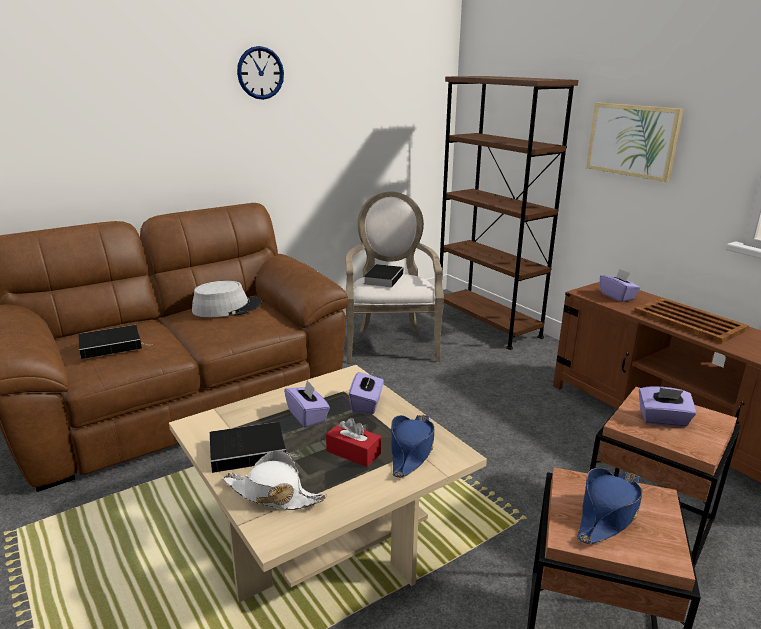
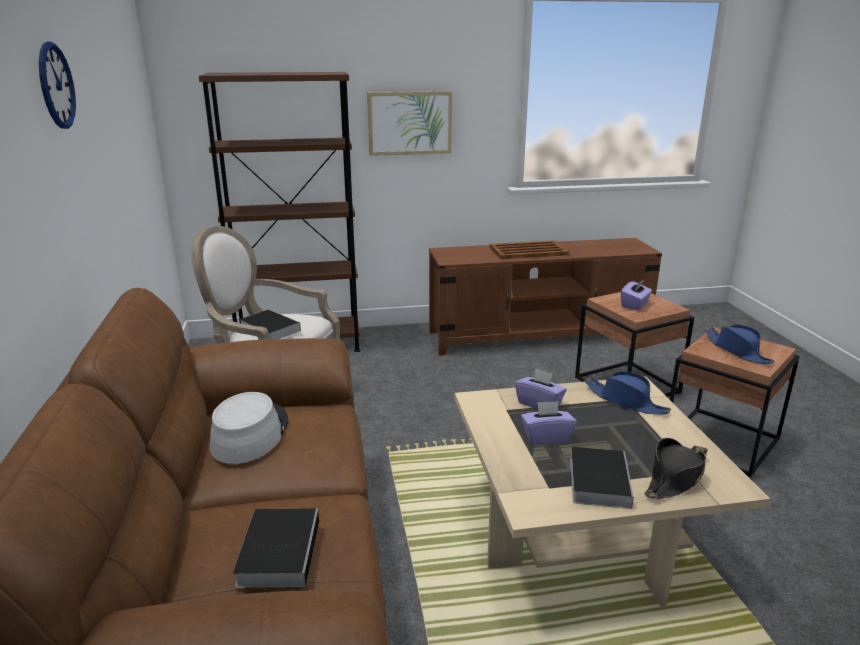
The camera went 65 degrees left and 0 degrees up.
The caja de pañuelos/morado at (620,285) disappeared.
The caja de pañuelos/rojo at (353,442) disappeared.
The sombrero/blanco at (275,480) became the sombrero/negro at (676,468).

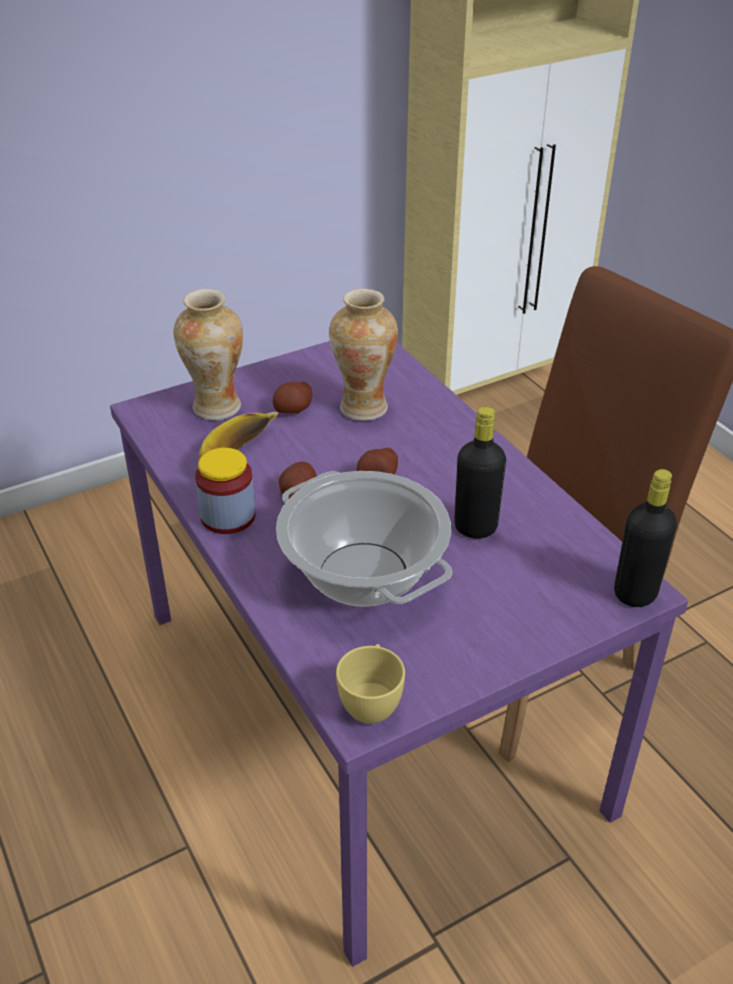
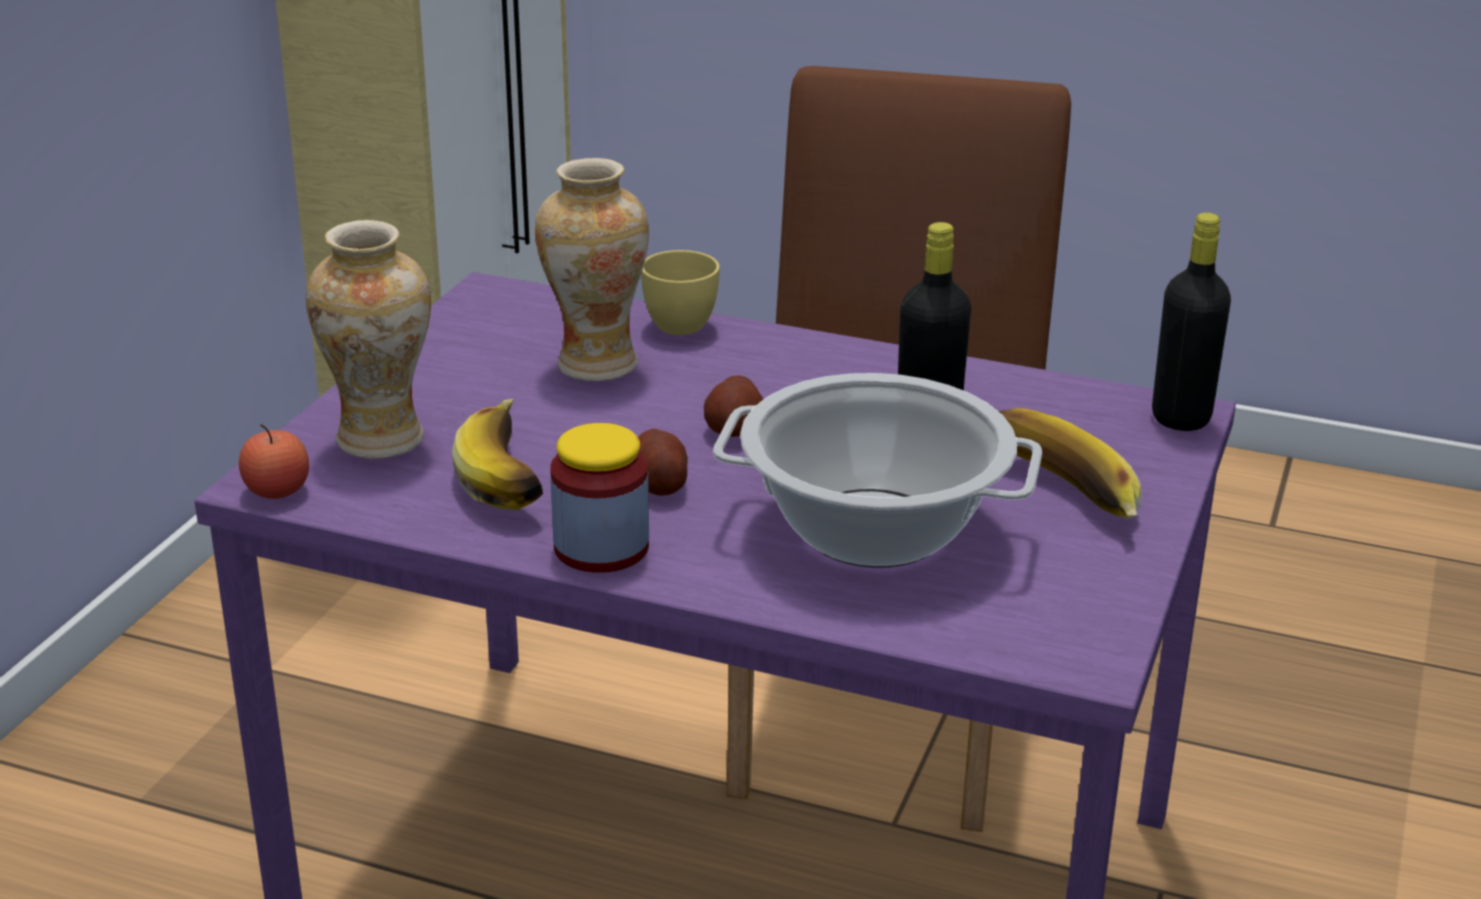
The camera went 40 degrees left and 10 degrees down.
The patata at (292,398) disappeared.
The taza/amarillo moved from (370,684) to (680,292).
The plátano at (1070,464) appeared.
The manzana at (274,461) appeared.

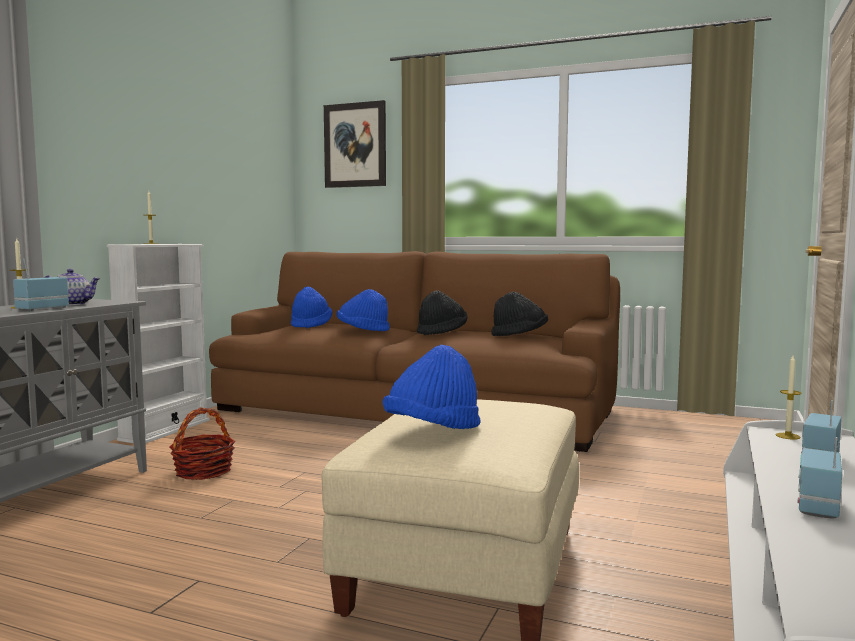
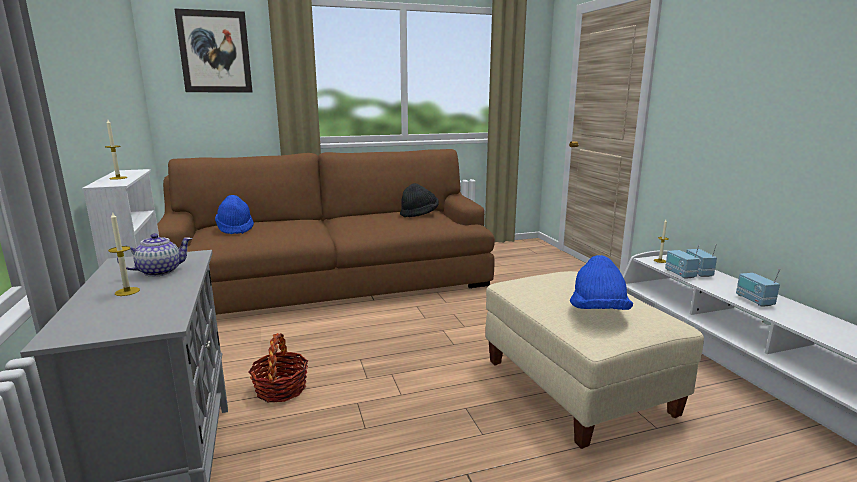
The camera went 40 degrees left and 10 degrees up.
The radio moved from (41,285) to (682,262).
The sombrero/azul at (363,310) disappeared.
The sombrero/negro at (442,313) disappeared.

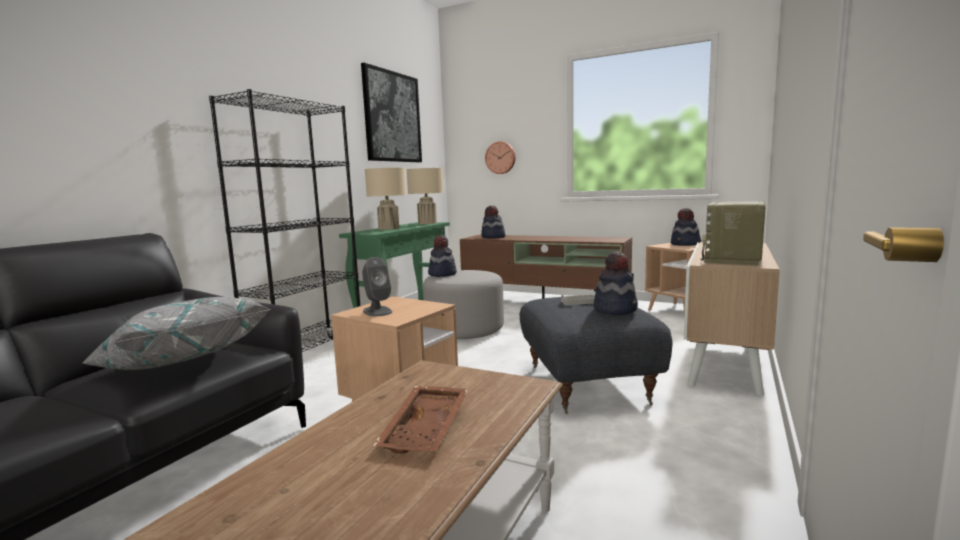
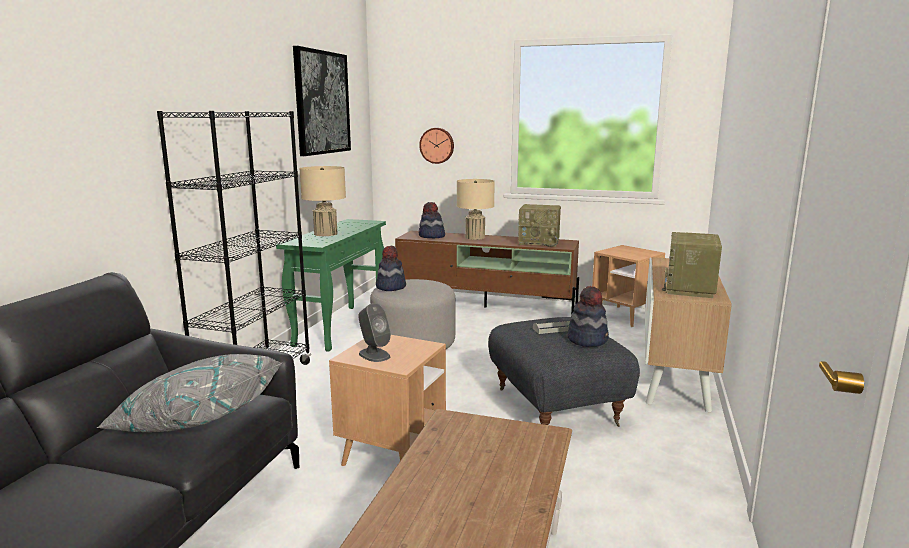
The camera went 10 degrees left and 5 degrees up.
The lámpara de mesa/beis moved from (425,196) to (476,209).
The sombrero at (686,227) disappeared.
The bandeja/marrón at (420,420) disappeared.
The radio at (539,225) appeared.

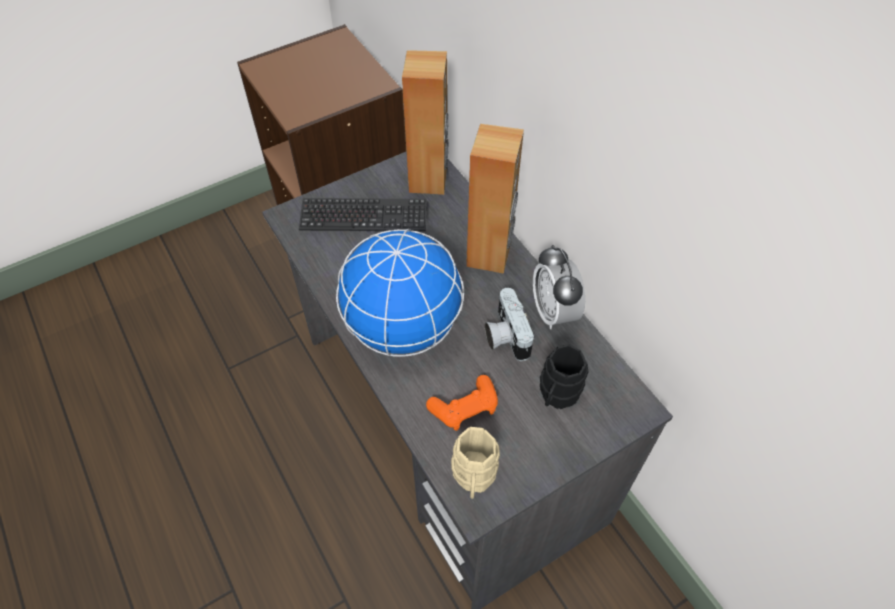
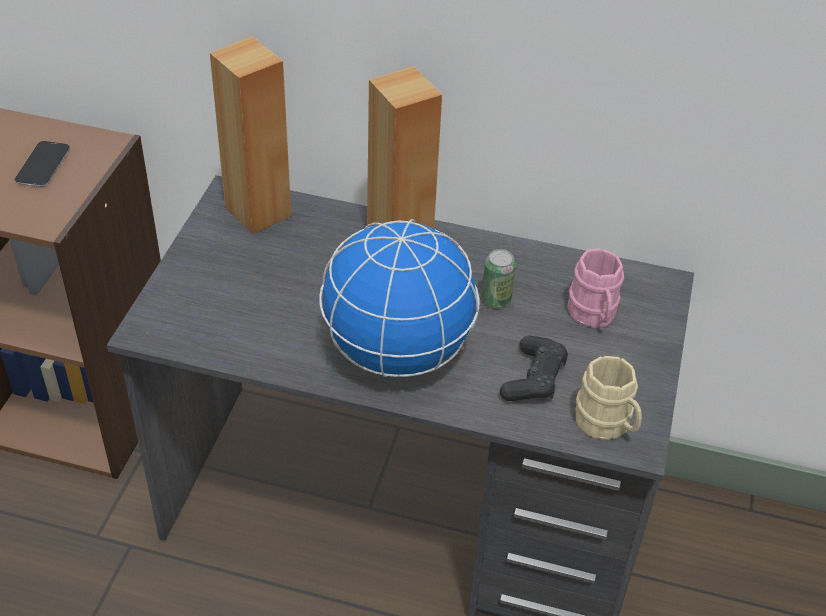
The camera went 45 degrees left and 10 degrees down.
The teclado at (363,214) disappeared.
The despertador at (559,287) disappeared.
The cámara at (509,324) was replaced by the lata at (499,278).
The taza grande/negro at (564,376) became the taza grande/rosa at (595,288).
The mando de consola/naranja at (462,403) became the mando de consola/negro at (534,368).
The móvil at (42,164) appeared.

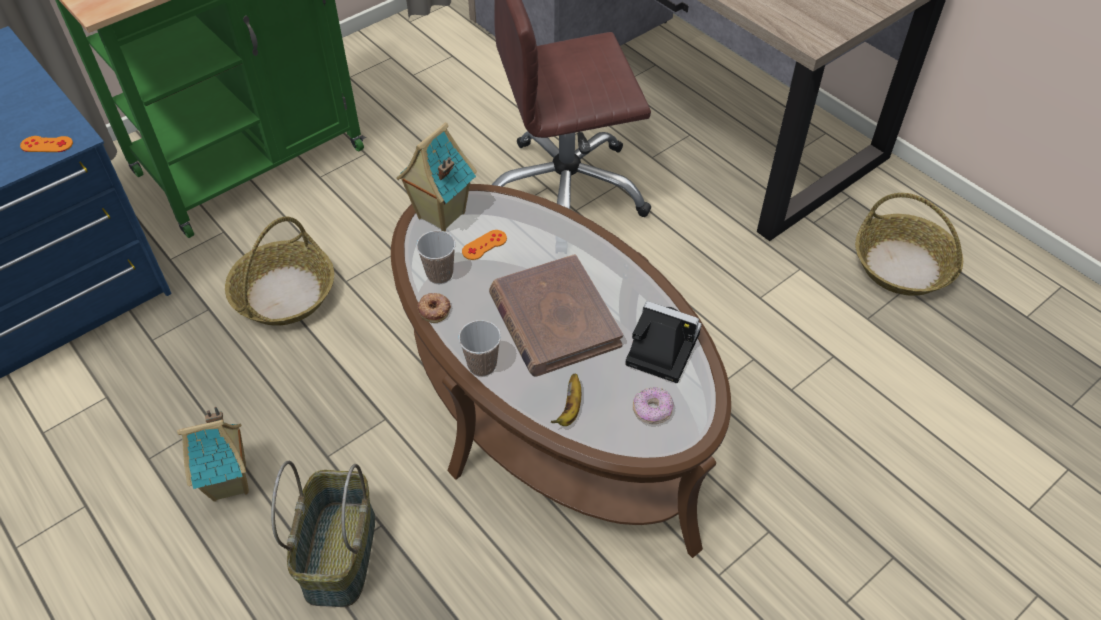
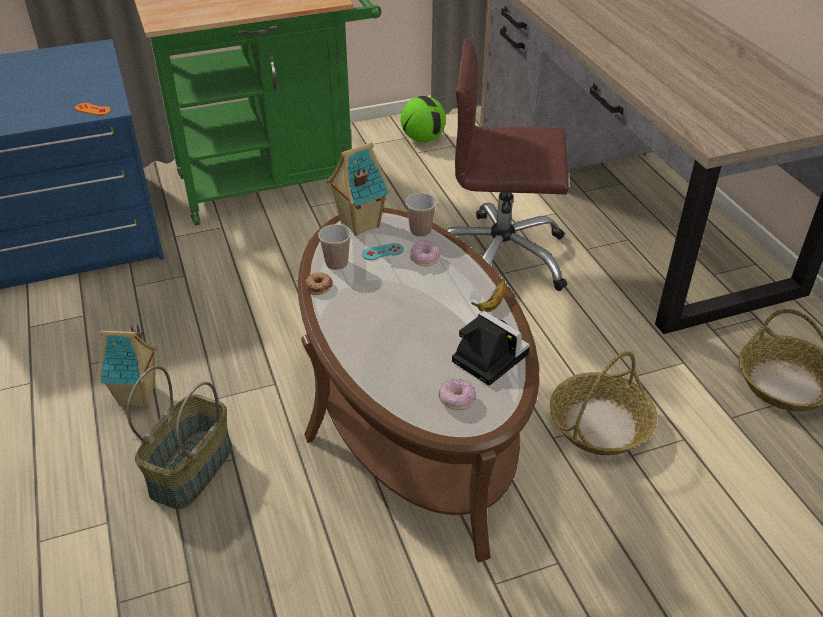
The camera went 20 degrees right and 10 degrees down.
The cesta moved from (279,271) to (604,403).
The mando de consola/naranja at (484,245) became the mando de consola/turquesa at (383,251).
The libro/marrón at (556,315) disappeared.
The taza moved from (479,348) to (421,215).
The plátano moved from (566,400) to (488,296).
The balón de fútbol at (423,119) appeared.
The rosquilla at (425,254) appeared.

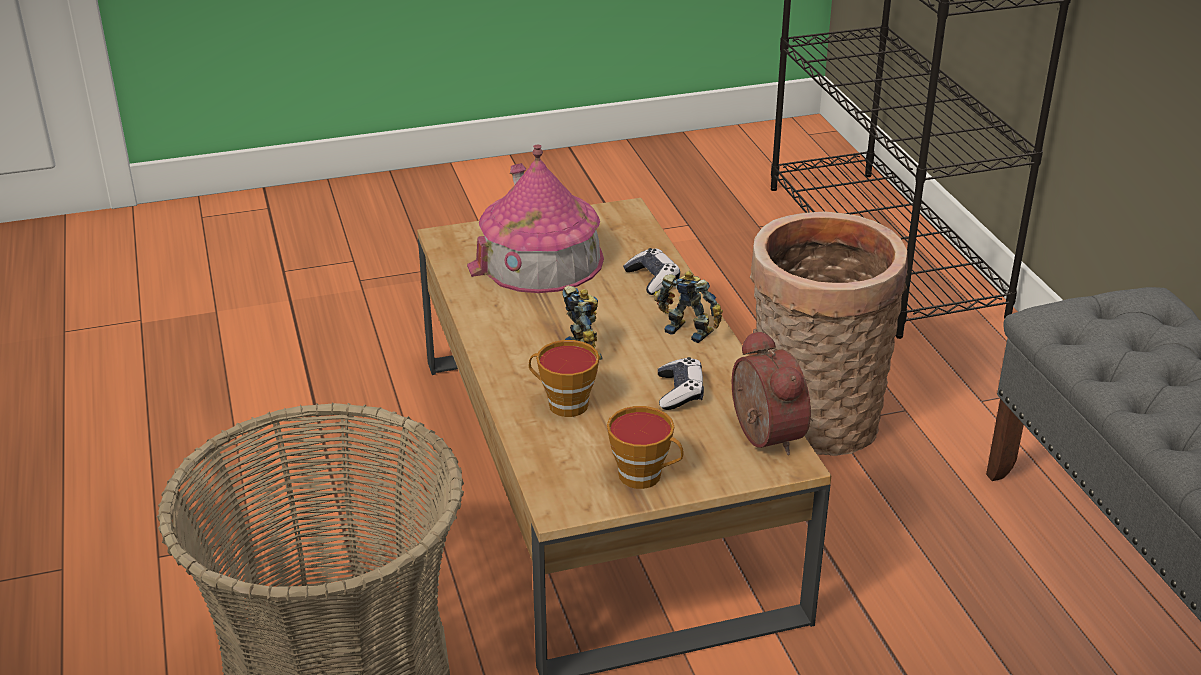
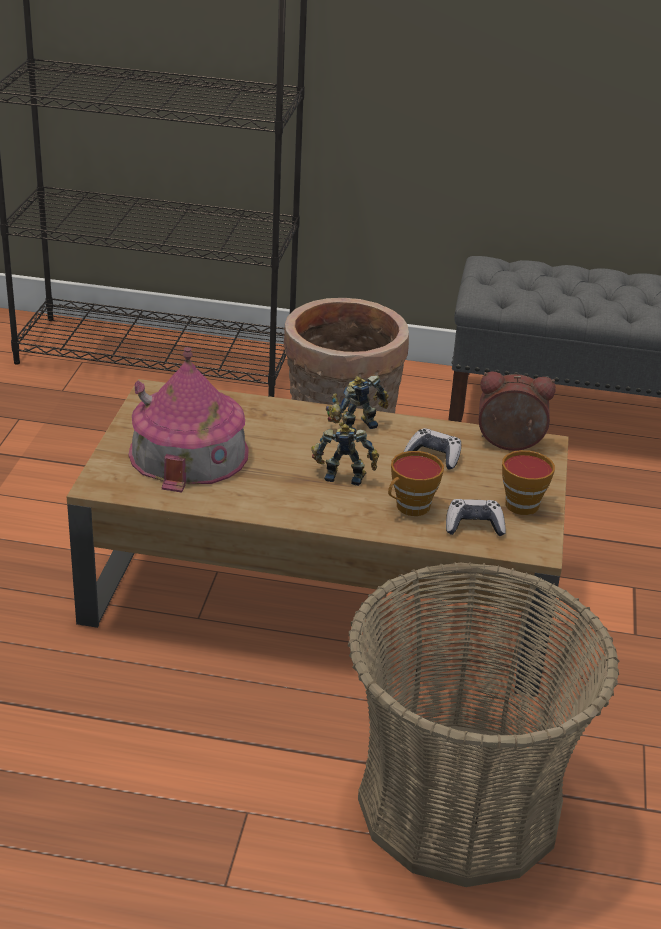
The camera went 65 degrees left and 0 degrees up.
The mando de consola moved from (651,271) to (476,517).

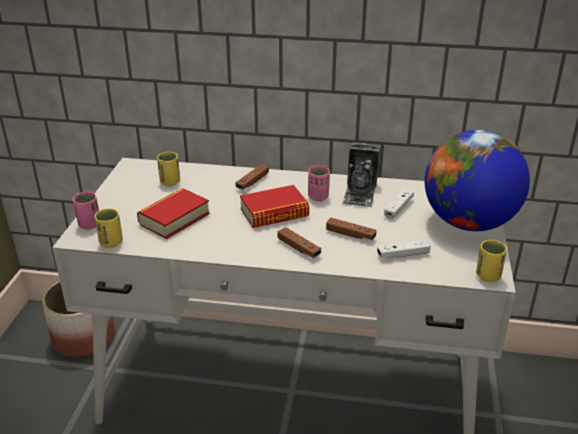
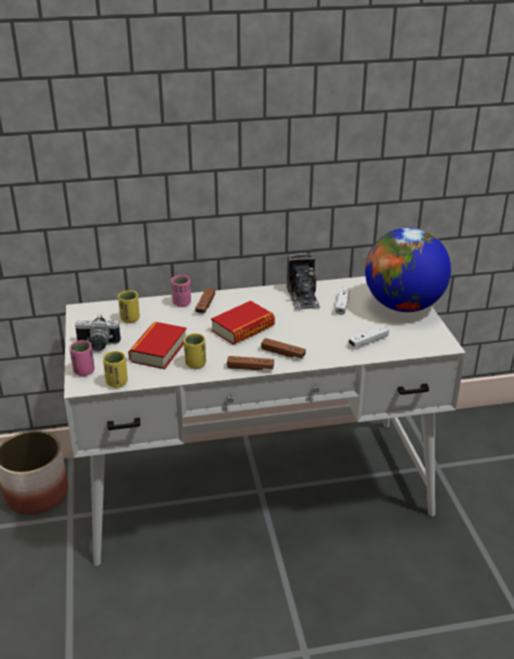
The camera went 20 degrees left and 0 degrees up.
The taza/rosa moved from (319,183) to (181,291).
The mando de consola/marrón moved from (351,229) to (250,363).
The taza/amarillo moved from (491,261) to (195,351).
The cámara at (98,333) appeared.

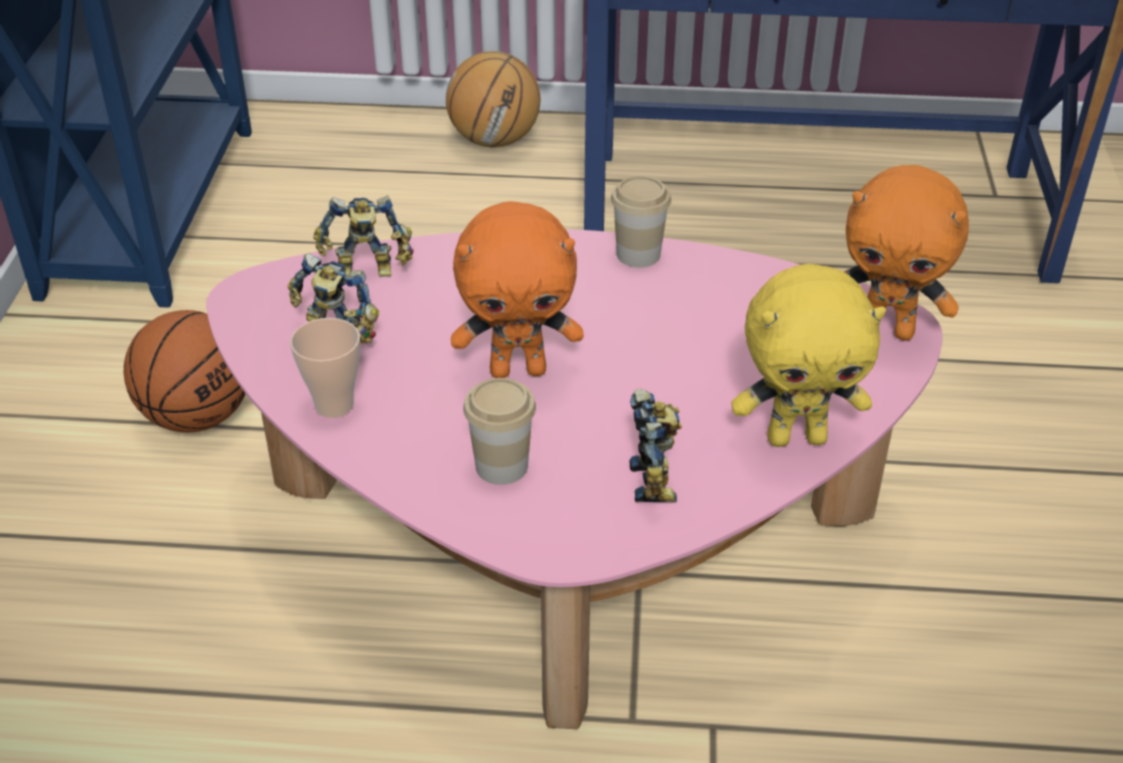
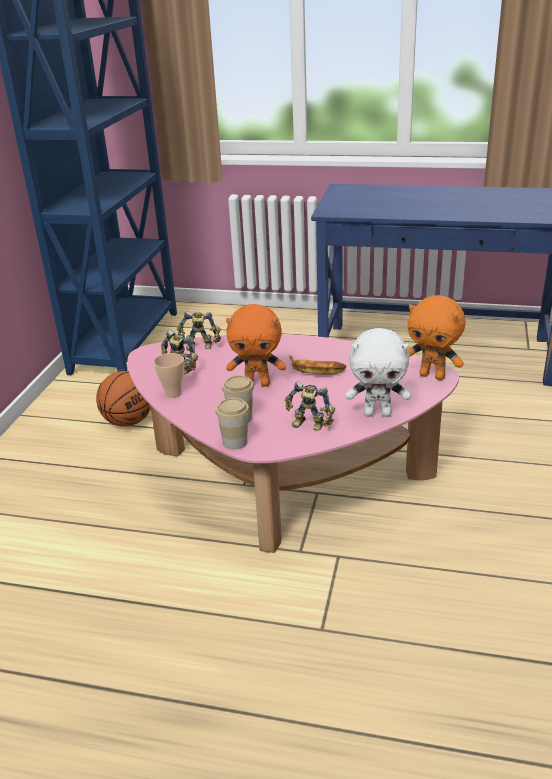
The camera went 10 degrees right and 10 degrees down.
The balón de baloncesto at (493,99) disappeared.
The taza moved from (641,222) to (232,424).
The peluche/amarillo at (808,355) became the peluche/blanco at (378,372).
The robot de juguete at (655,445) turned 105 degrees clockwise.
The plátano at (317,365) appeared.

